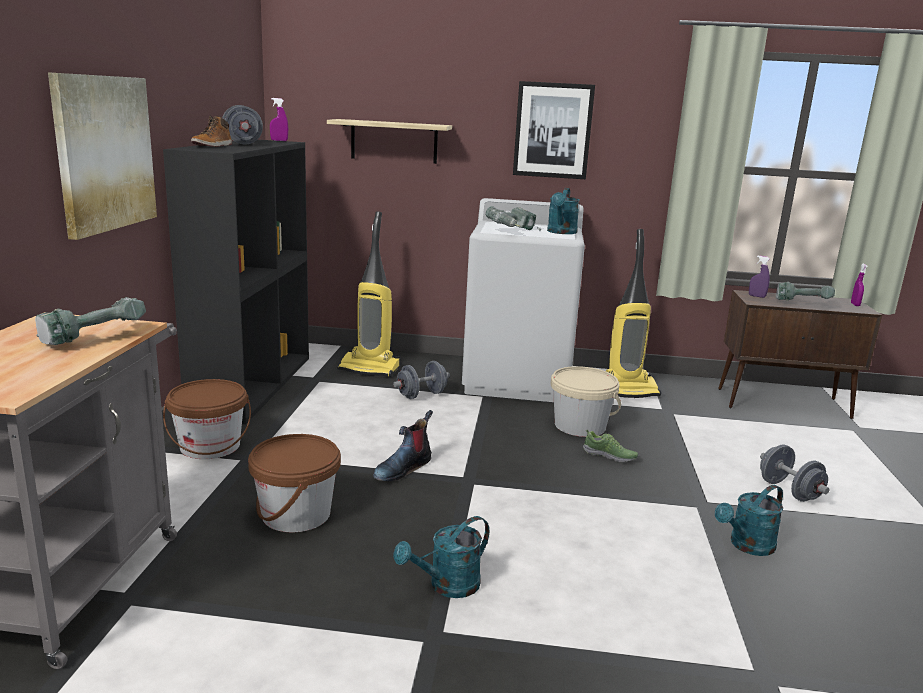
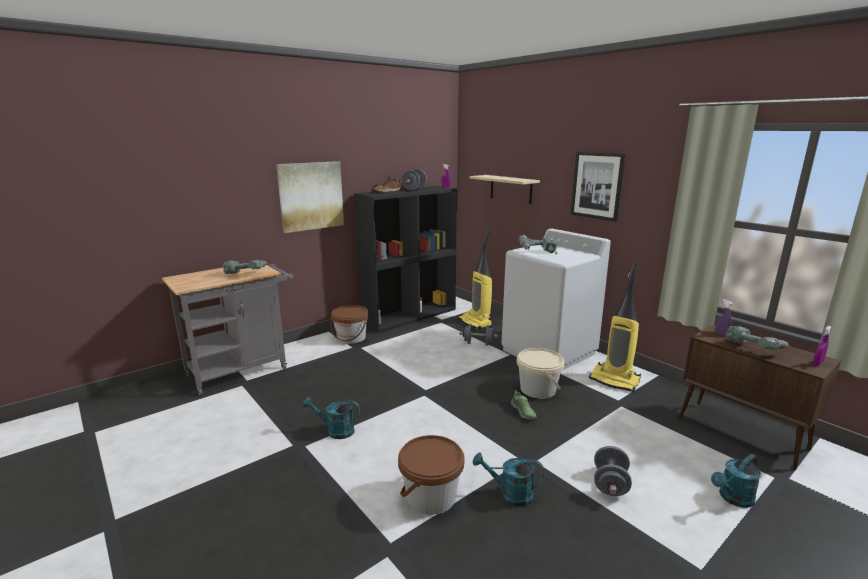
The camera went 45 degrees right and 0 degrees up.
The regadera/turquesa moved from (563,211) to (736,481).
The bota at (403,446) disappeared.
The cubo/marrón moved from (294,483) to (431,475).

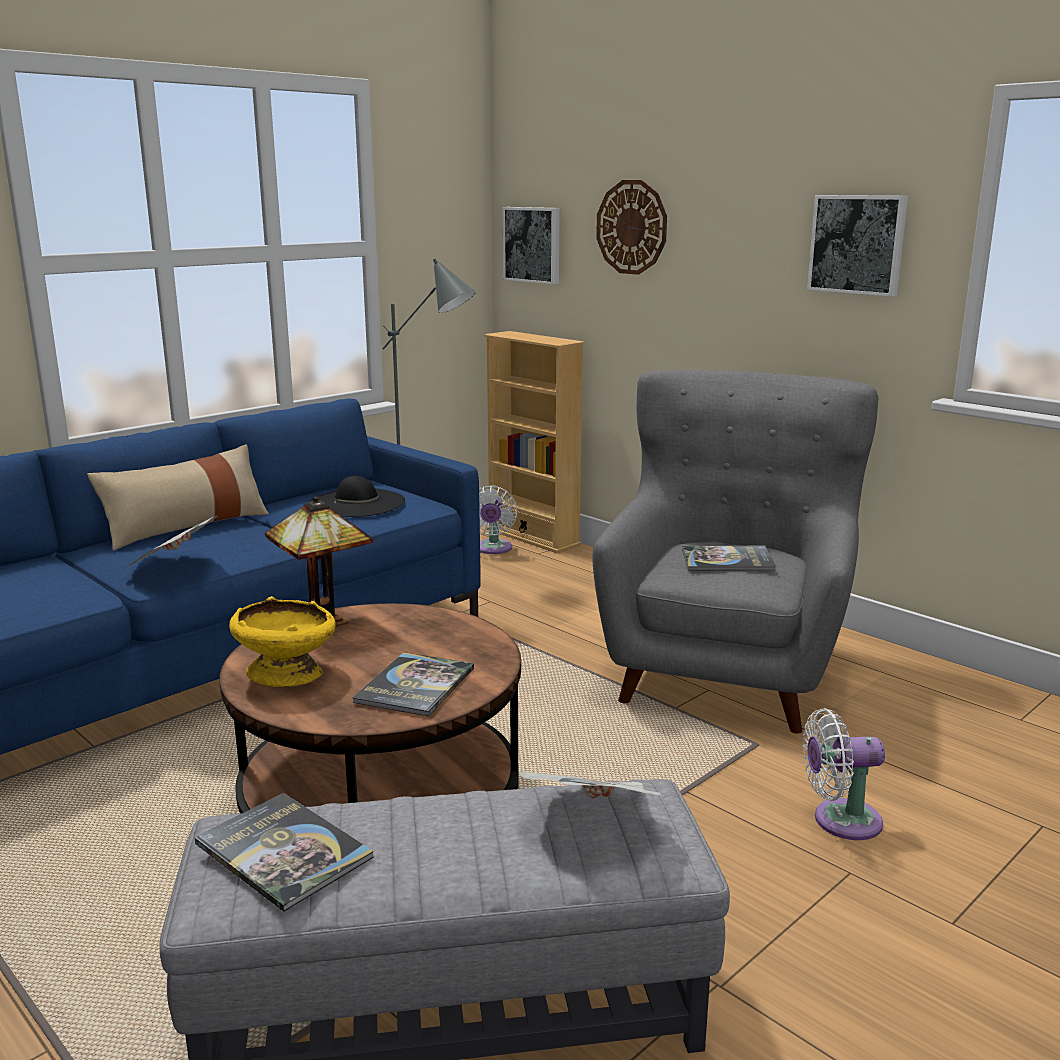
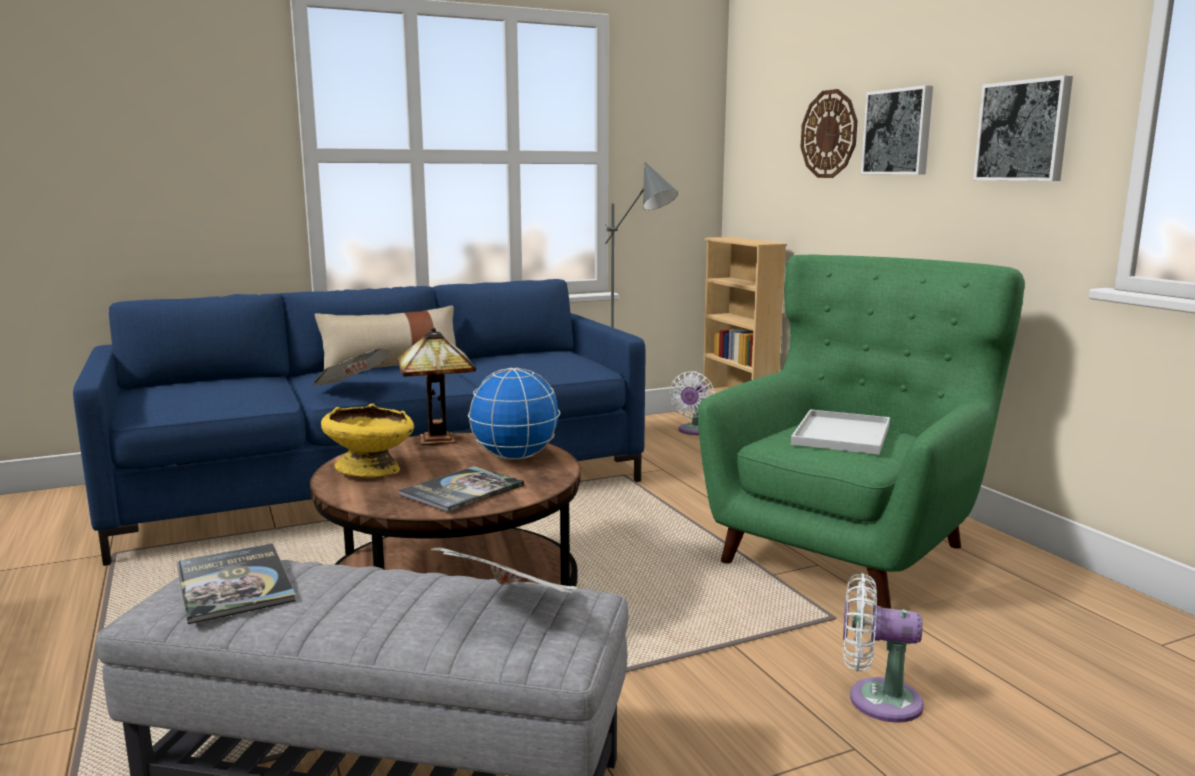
The camera went 20 degrees right and 5 degrees down.
The cuadro moved from (531,245) to (897,129).
The sillón/gris at (735,552) became the sillón/verde at (861,432).
The sombrero/negro at (357,496) disappeared.
The libro at (729,558) was replaced by the bandeja/blanco at (840,432).
The globo terráqueo at (514,413) appeared.

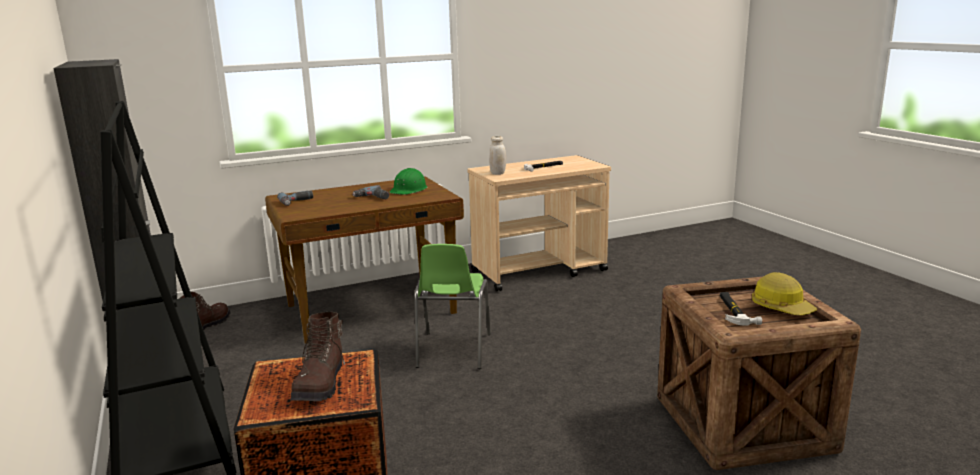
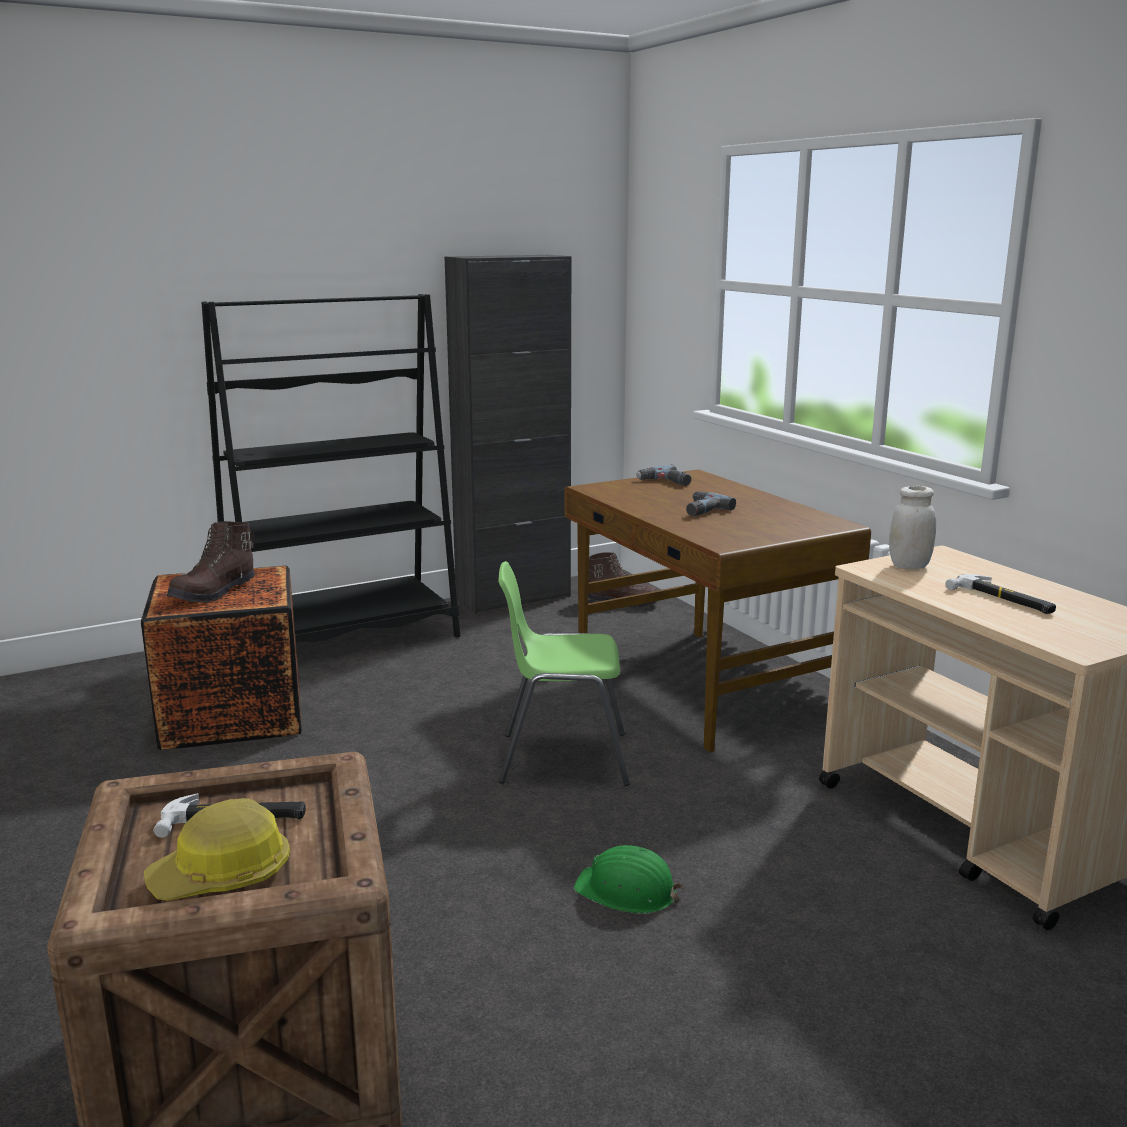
The camera went 85 degrees right and 0 degrees up.
The casco/verde moved from (408,181) to (629,879).
The bota/marrón at (317,356) turned 60 degrees counterclockwise.

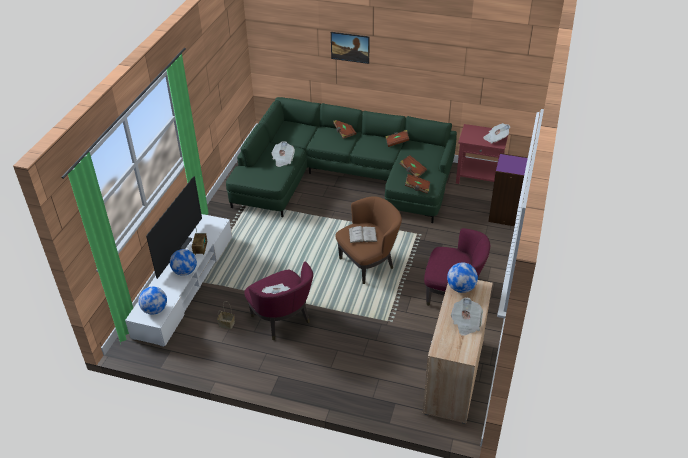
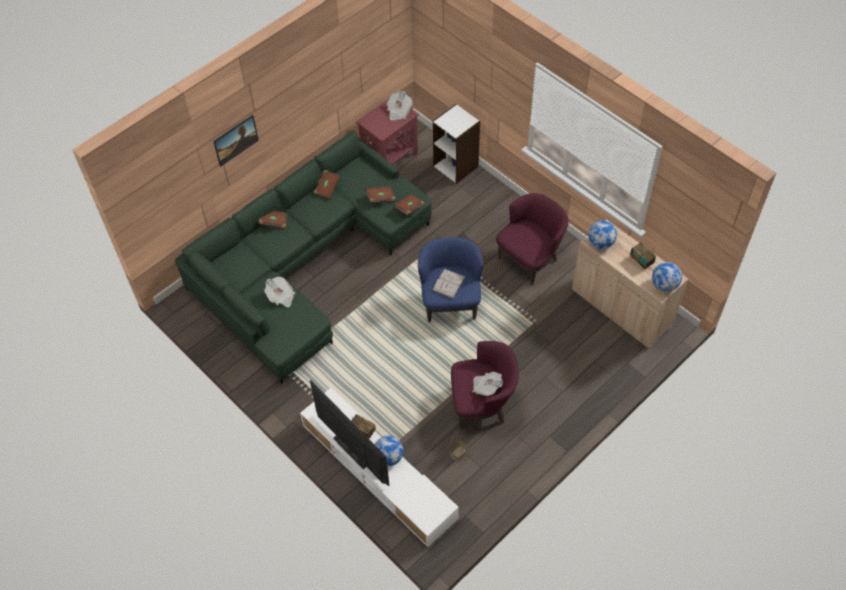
The camera went 60 degrees left and 15 degrees up.
The estantería/morado at (510,189) became the estantería/blanco at (456,144).
The sillón/marrón at (369,240) became the sillón/azul at (450,279).
The globo terráqueo moved from (152,301) to (667,277).
The periódico at (467,317) was replaced by the radio at (643,255).

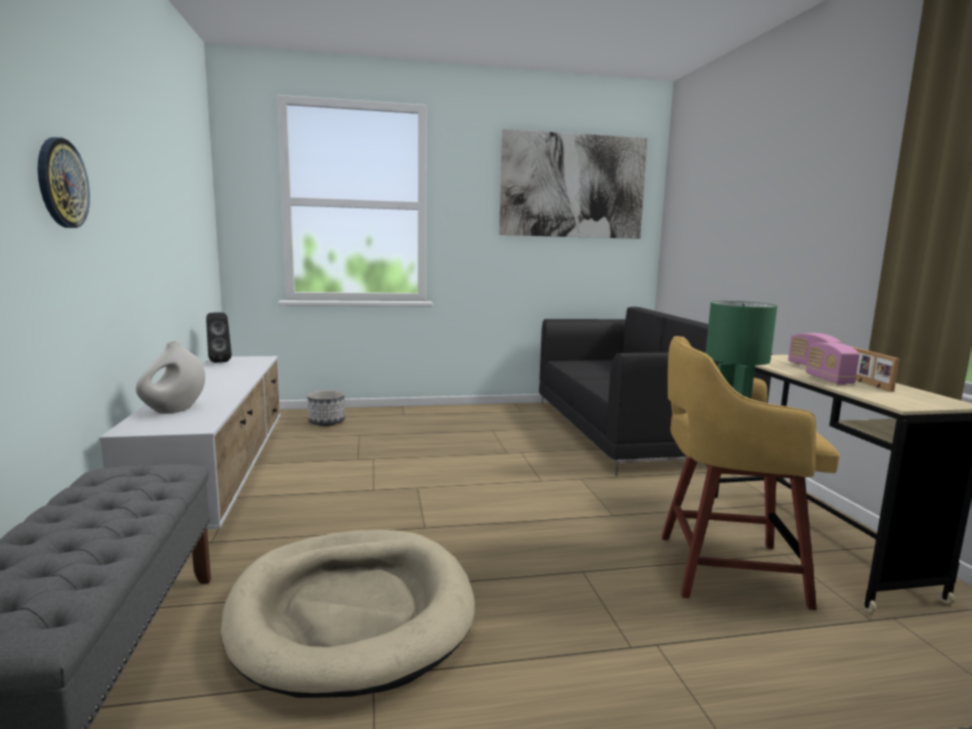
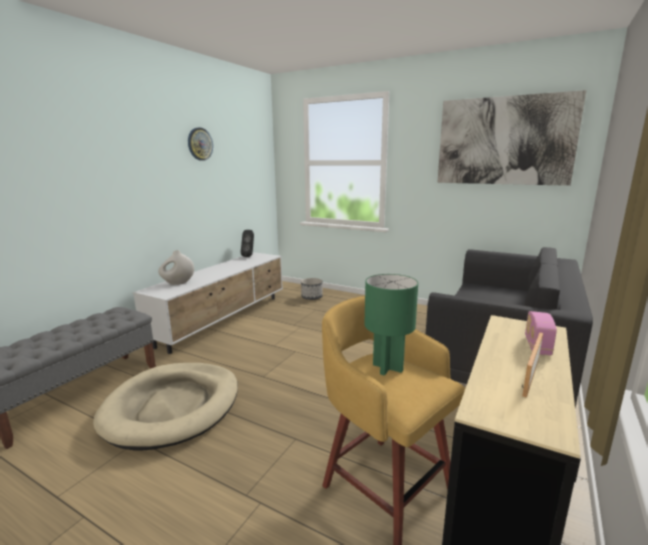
The camera went 40 degrees right and 5 degrees up.
The reloj de pared moved from (64,182) to (200,144).
The radio at (833,364) disappeared.

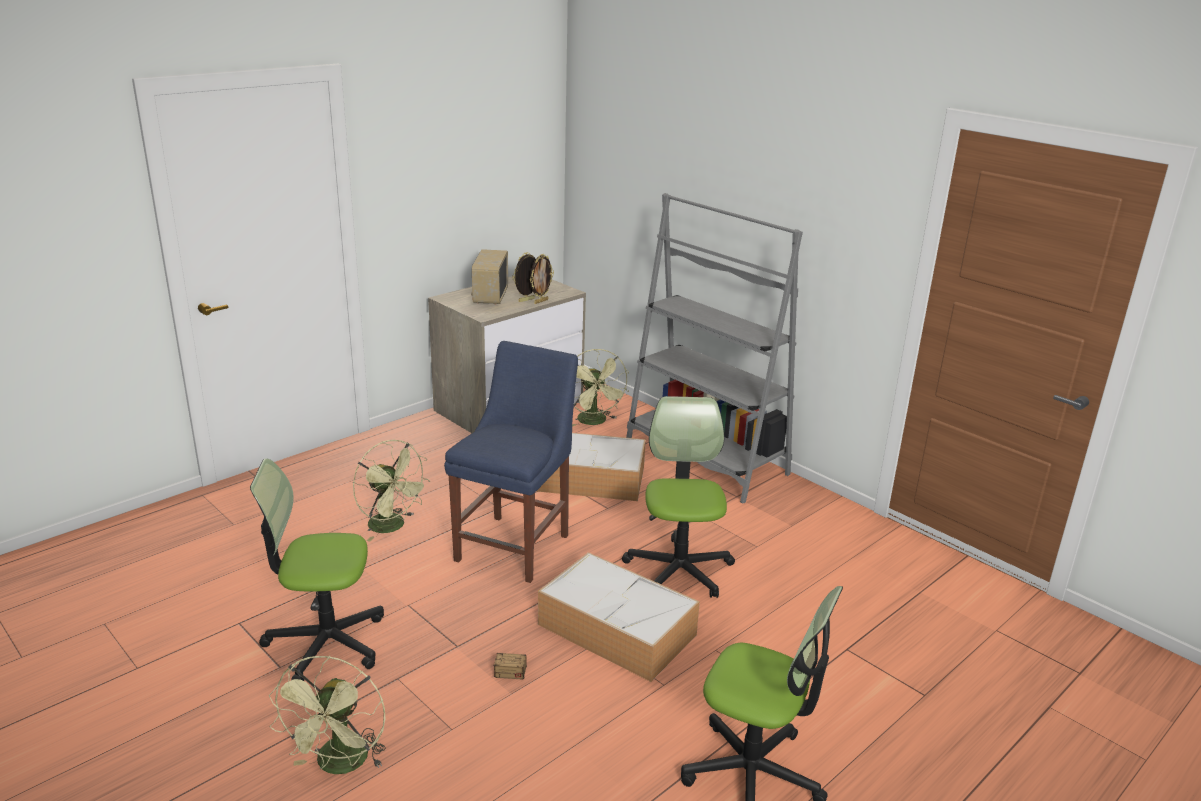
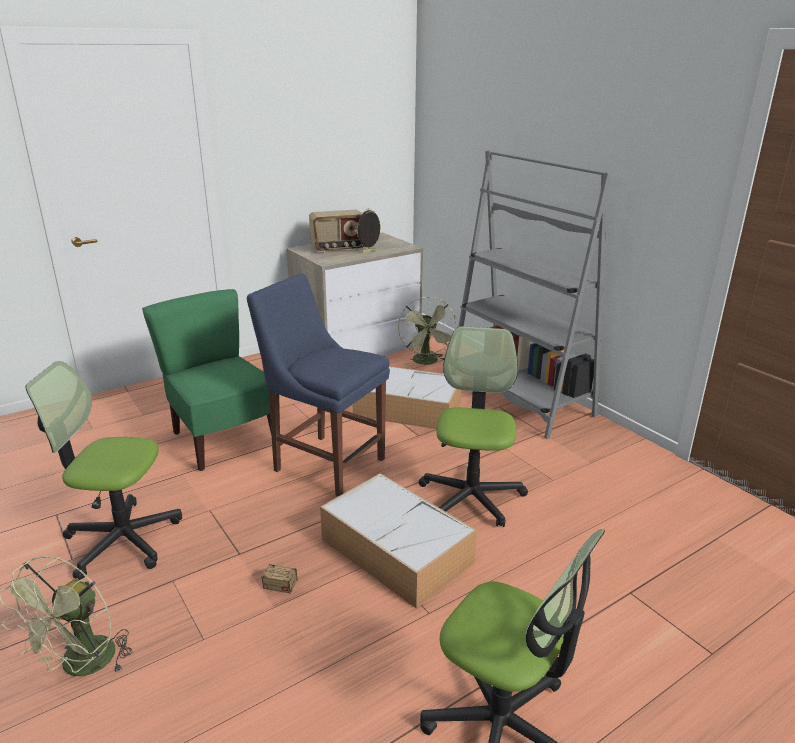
The camera went 10 degrees right and 0 degrees up.
The radio at (489,277) turned 120 degrees counterclockwise.
The portarretratos at (542,279) disappeared.
The silla/azul at (511,462) turned 90 degrees counterclockwise.
The ventilador/verde at (392,490) was replaced by the silla/verde at (207,380).

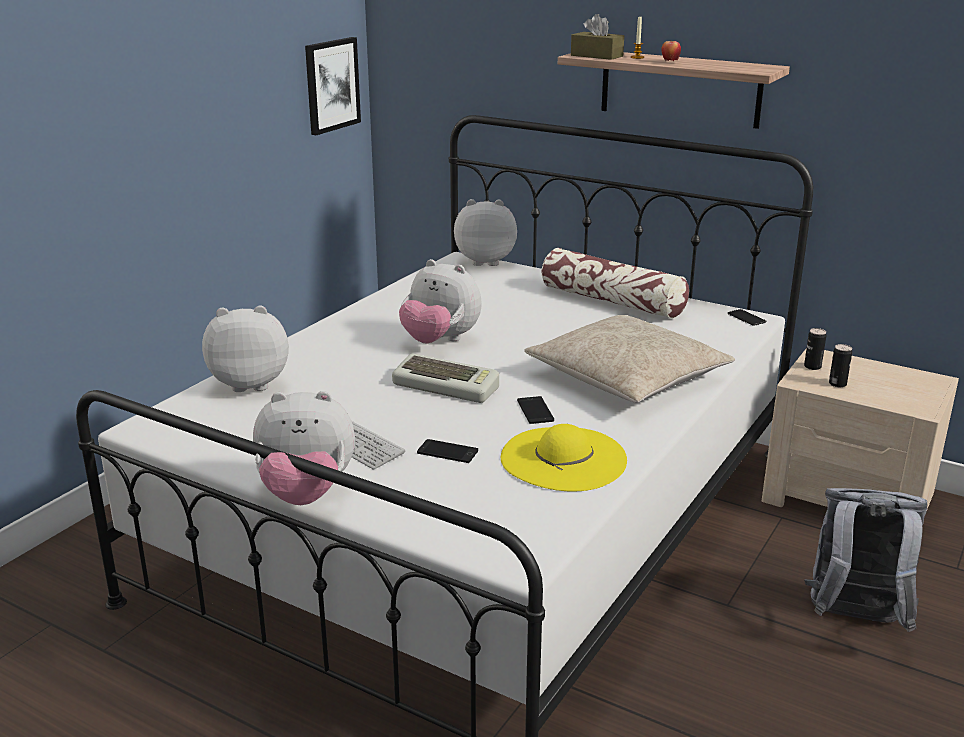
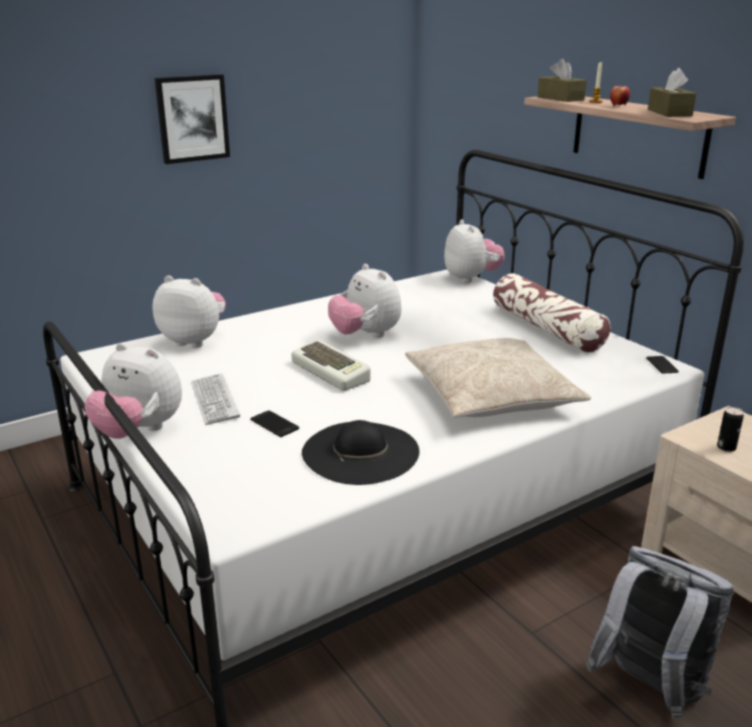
The camera went 25 degrees right and 0 degrees up.
The cuadro moved from (333,86) to (192,119).
The peluche at (485,232) turned 45 degrees clockwise.
The lata at (815,349) disappeared.
The móvil at (535,410) disappeared.
The sombrero/amarillo at (564,458) became the sombrero/negro at (360,452).
The caja de pañuelos/marrón at (672,92) appeared.

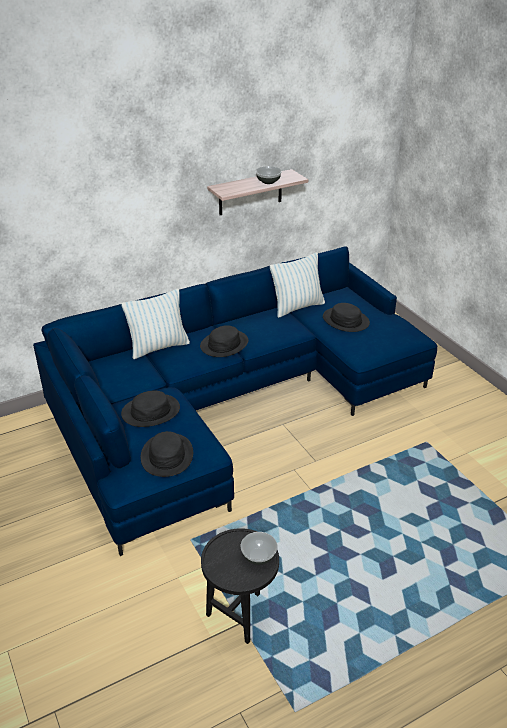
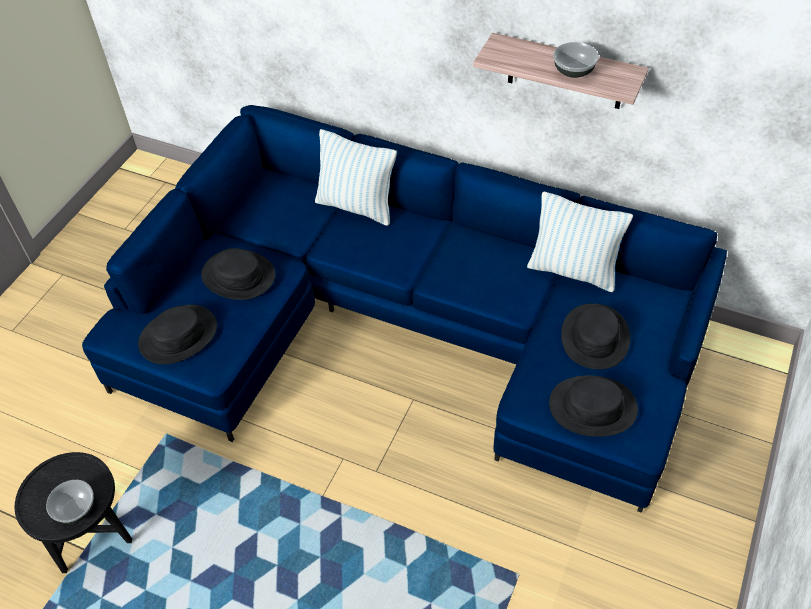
The camera went 55 degrees right and 15 degrees up.
The sombrero/negro moved from (224,341) to (593,406).

